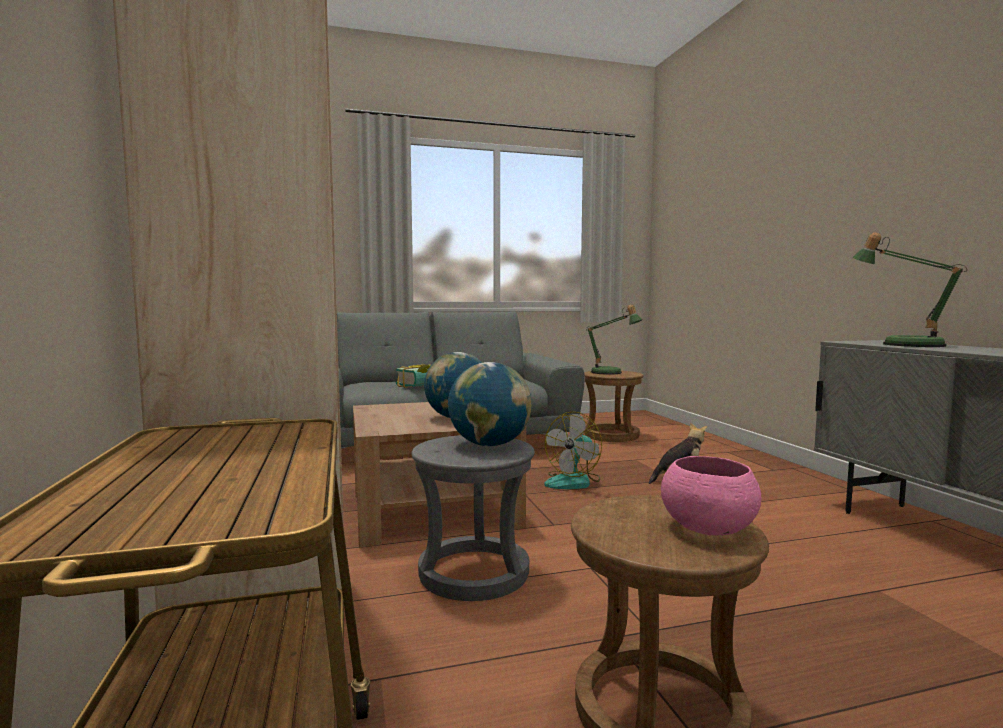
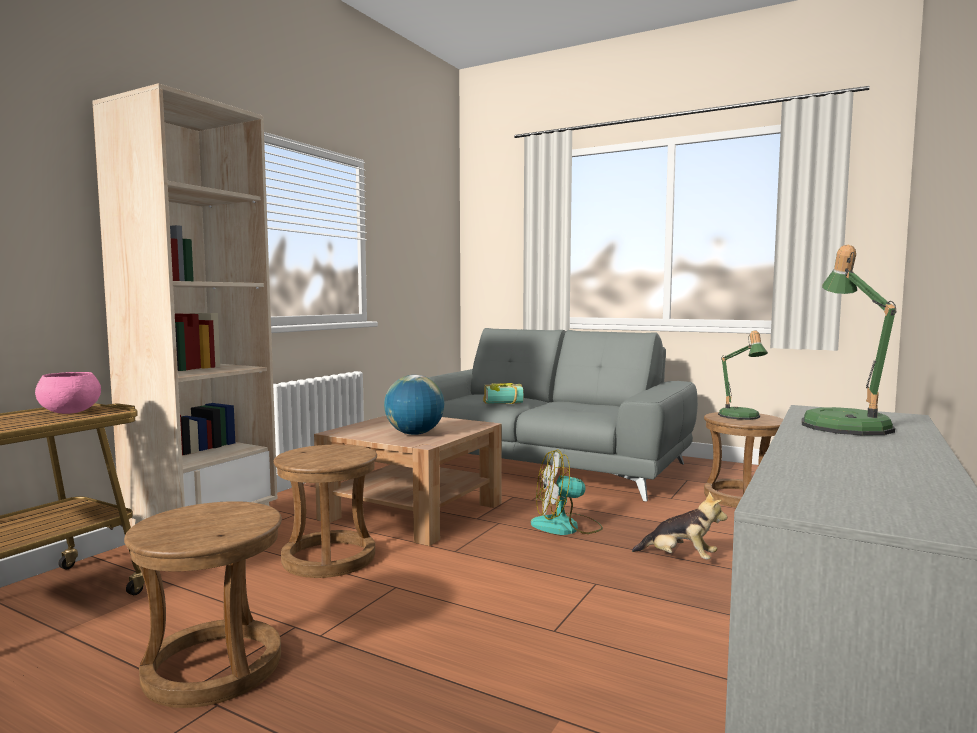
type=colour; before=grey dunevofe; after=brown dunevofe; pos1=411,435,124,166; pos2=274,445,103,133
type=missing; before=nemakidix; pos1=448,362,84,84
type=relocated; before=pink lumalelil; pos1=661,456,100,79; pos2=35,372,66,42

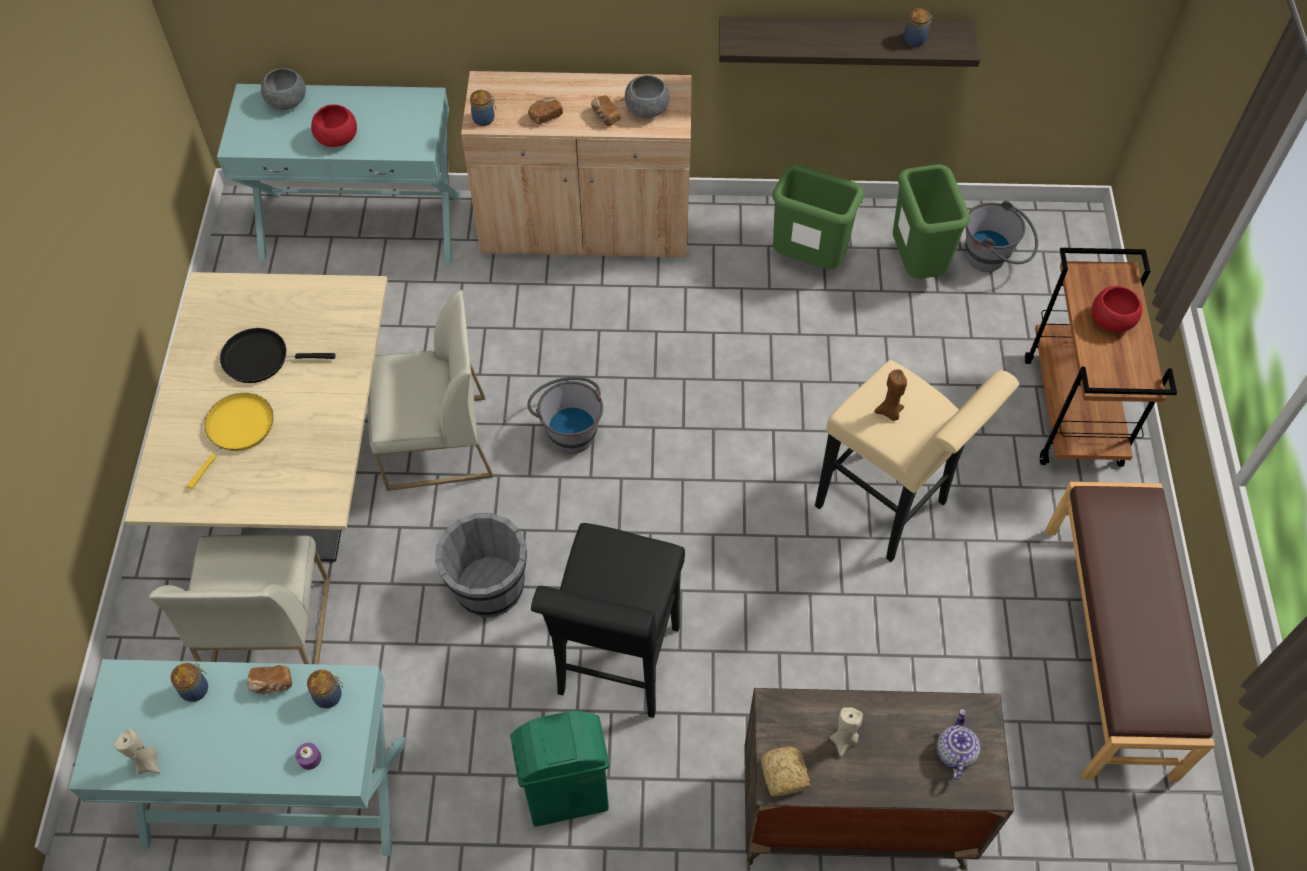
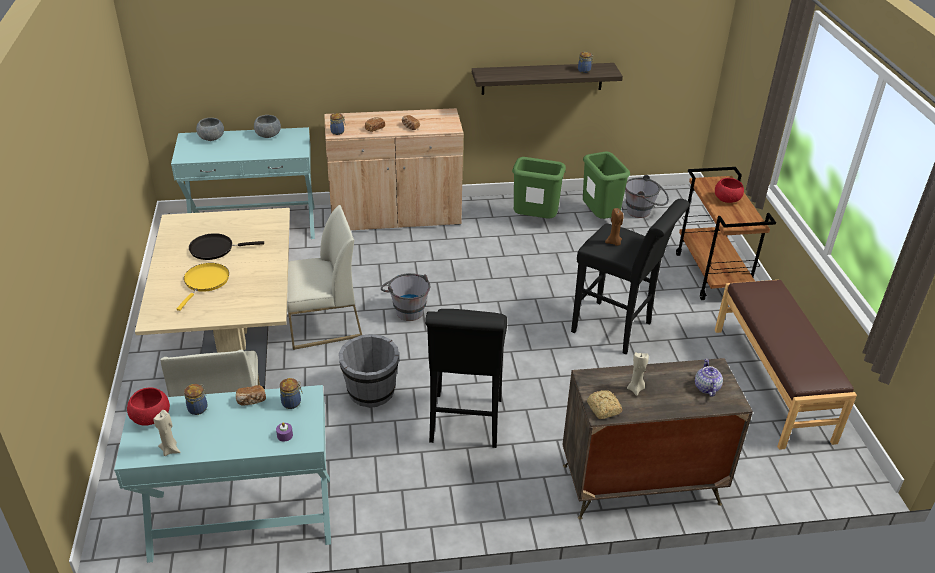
type=relocated; before=red lumalelil; pos1=311,104,46,43; pos2=127,387,43,39
type=missing; before=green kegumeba; pos1=510,711,100,115
type=relocated; before=grey lumalelil; pos1=625,75,45,43; pos2=254,115,27,23
type=colour; before=beige dunevofe; after=black dunevofe; pos1=815,360,204,202; pos2=571,199,119,155

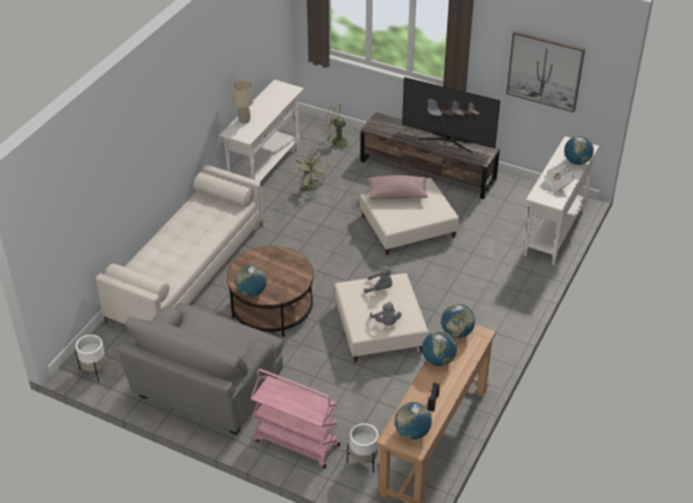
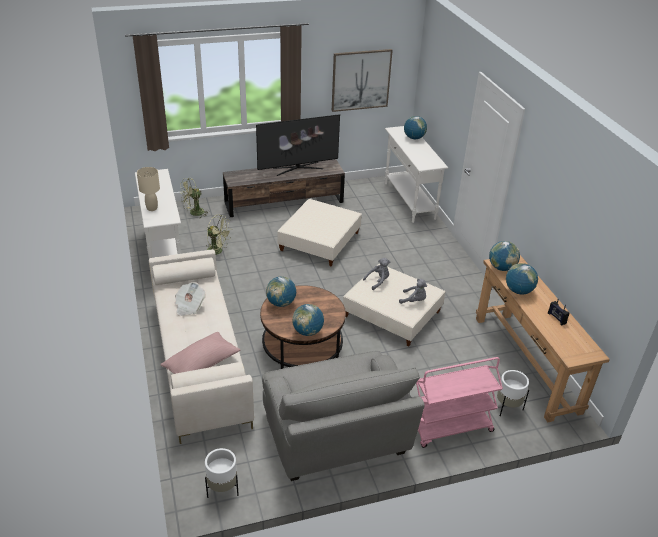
type=relocated; before=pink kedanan; pos1=367,175,61,24; pos2=161,332,79,42
type=relocated; before=nemakidix; pos1=395,402,37,38; pos2=266,276,30,31
type=relocated; before=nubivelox; pos1=540,164,34,30; pos2=175,282,31,34

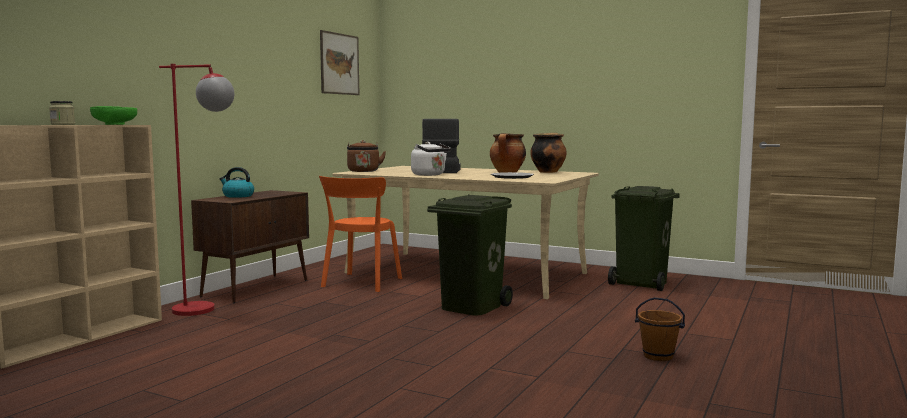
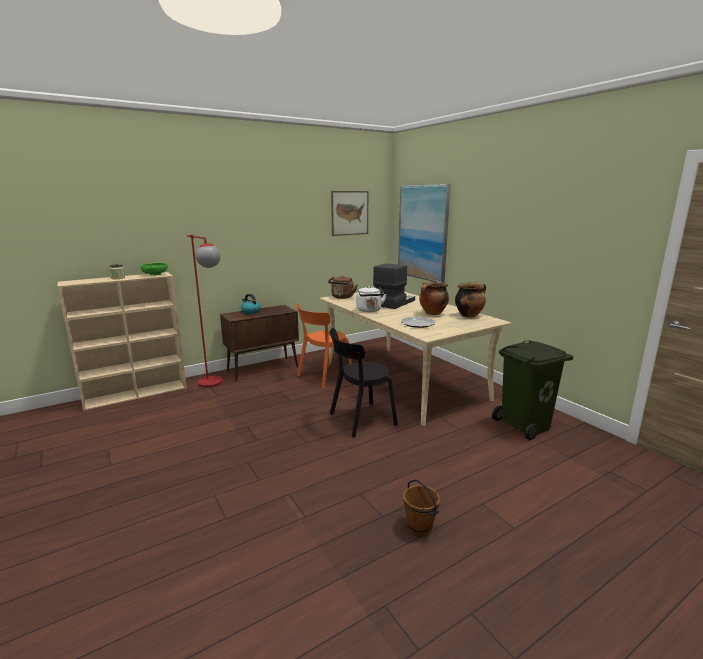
type=exchanged; before=green kegumeba; after=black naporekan; pos1=427,195,86,121; pos2=329,328,69,110
type=appeared; after=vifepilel; pos2=398,184,53,99

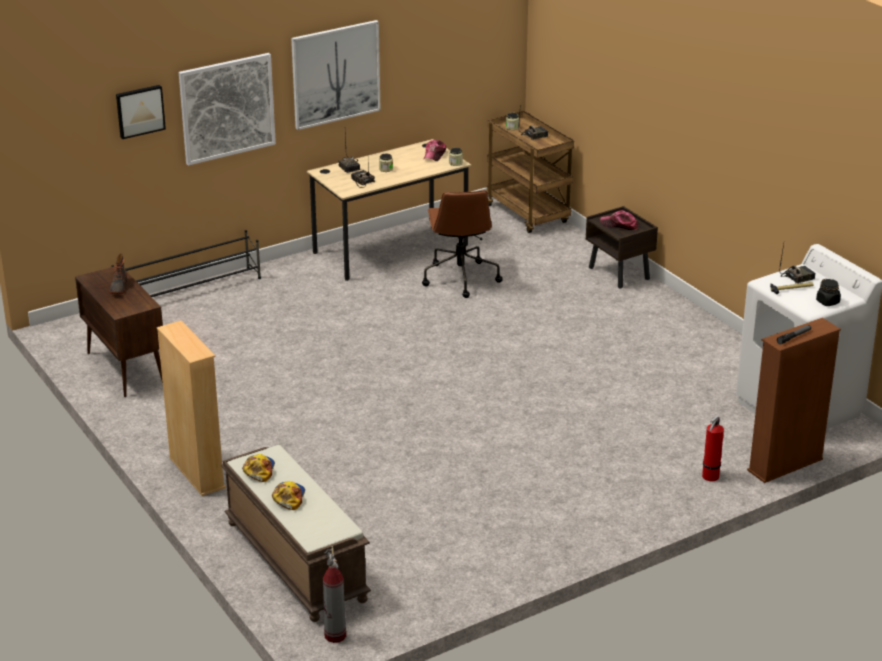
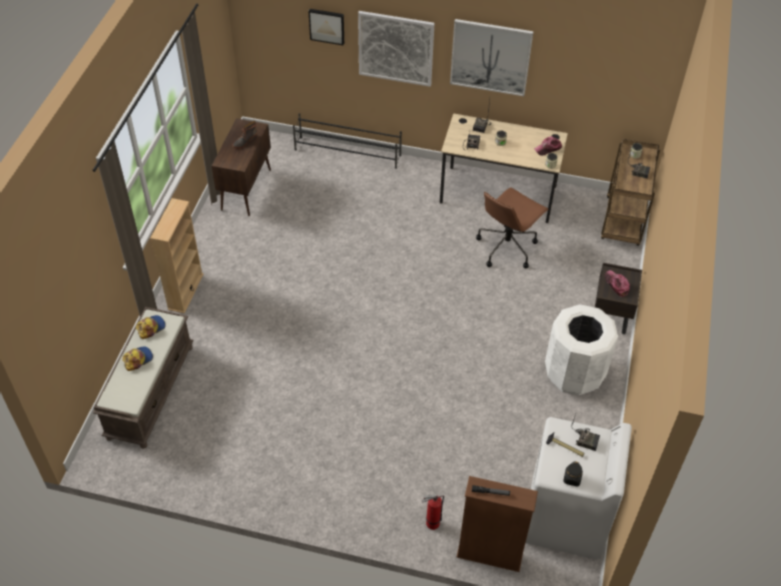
type=missing; before=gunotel; pos1=323,546,23,97
type=appeared; after=white kegumeba; pos2=545,304,73,92

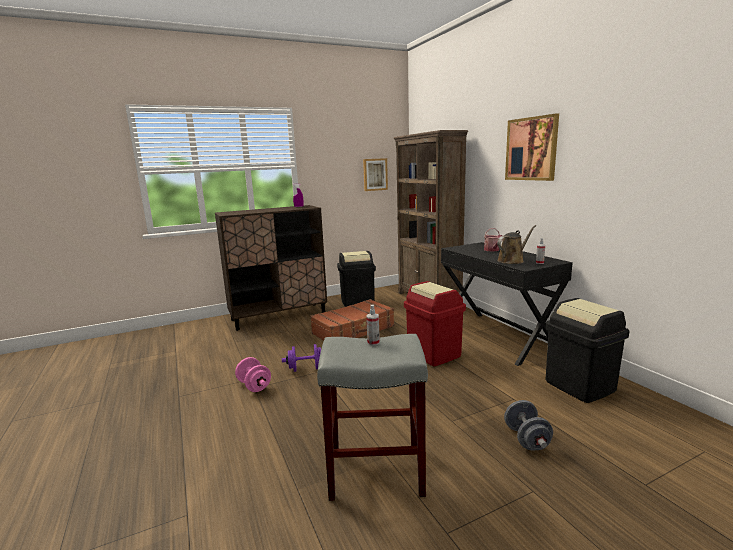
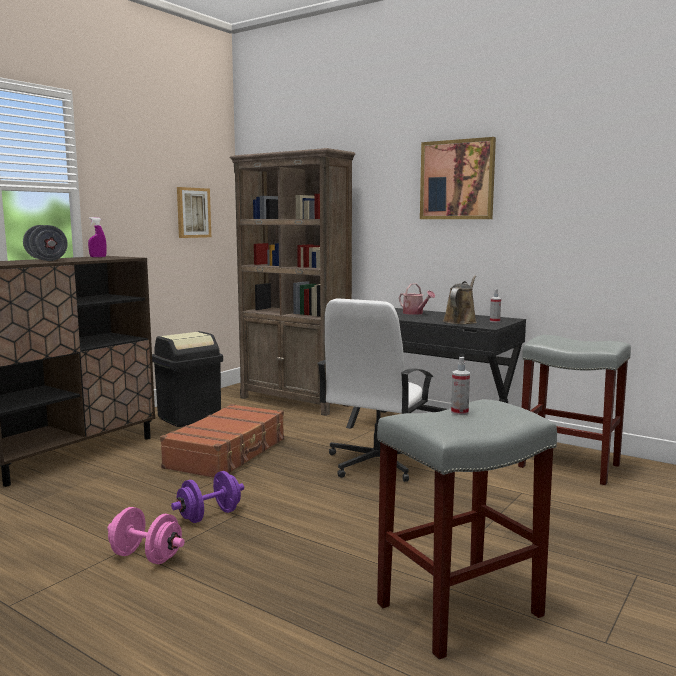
type=exchanged; before=red kegumeba; after=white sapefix; pos1=404,281,62,85; pos2=317,299,117,183
type=relocated; before=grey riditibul; pos1=504,400,49,50; pos2=23,225,45,36
type=exchanged; before=black kegumeba; after=grey dunevofe; pos1=546,298,84,105; pos2=518,335,113,150

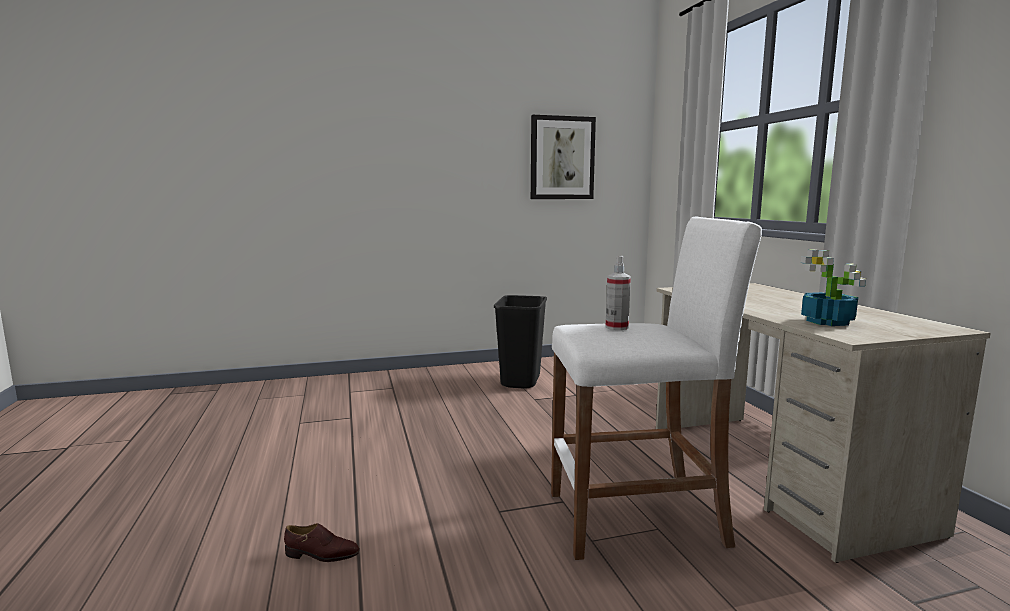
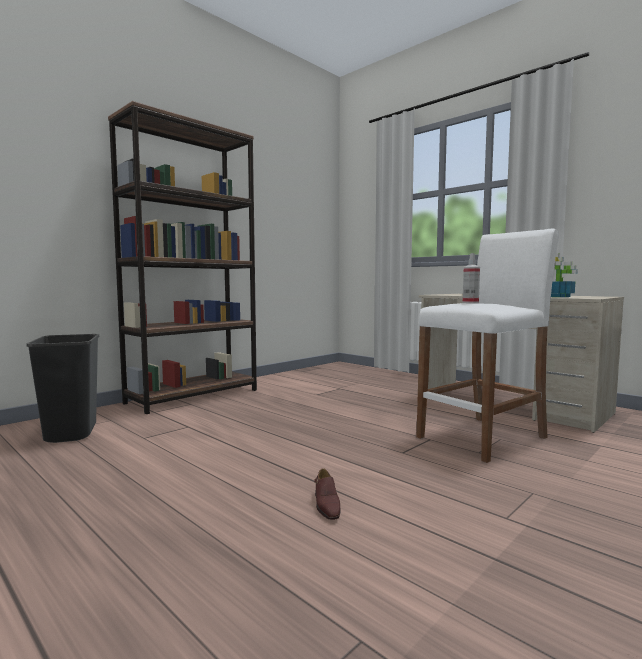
type=spun; before=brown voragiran; pos1=284,523,76,39; pos2=314,468,27,52; turn=105
type=relocated; before=black kegumeba; pos1=494,295,53,94; pos2=26,334,73,109
type=missing; before=vifepilel; pos1=531,115,65,84
type=appeared; after=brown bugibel; pos2=108,101,149,313

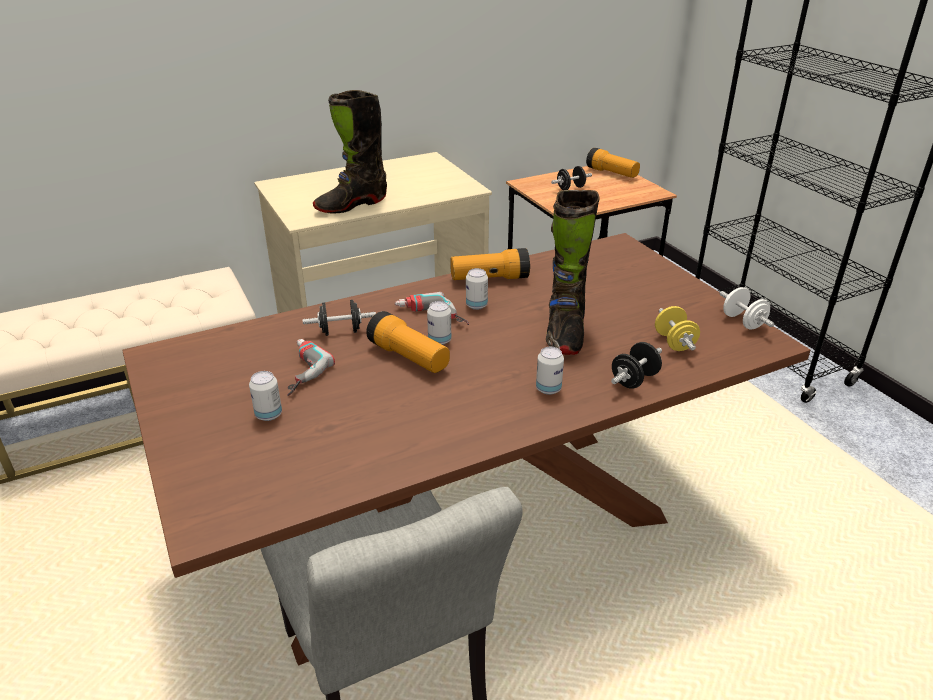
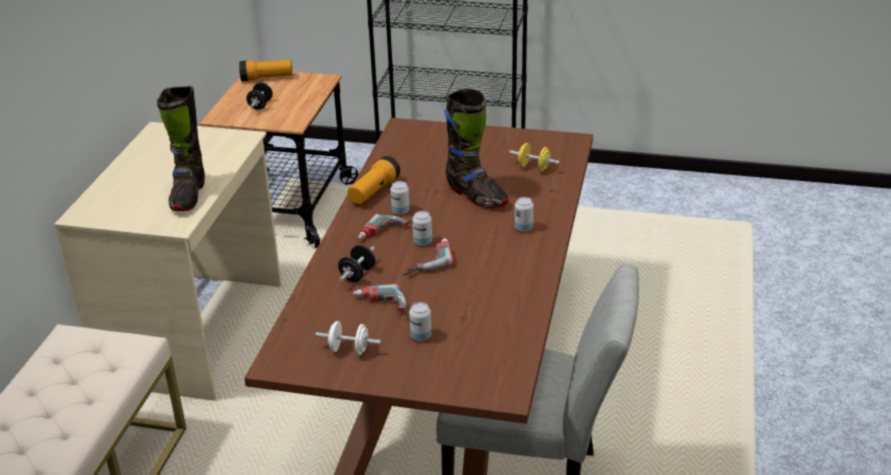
type=exchanged; before=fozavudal; after=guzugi; pos1=366,311,84,62; pos2=403,238,51,37
type=missing; before=black riditibul; pos1=611,342,51,47
type=relocated; before=white riditibul; pos1=720,287,54,43; pos2=315,321,66,34

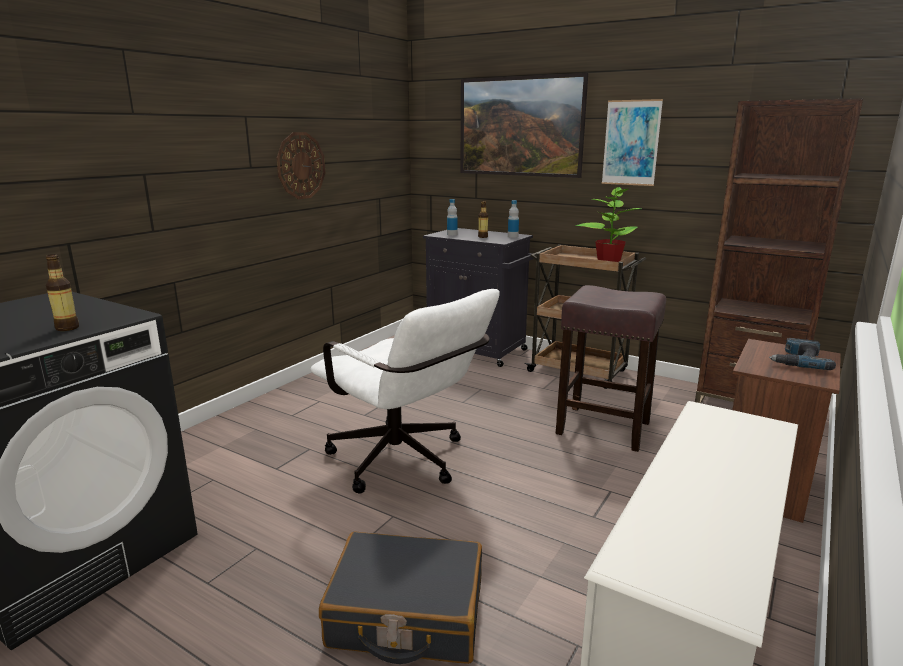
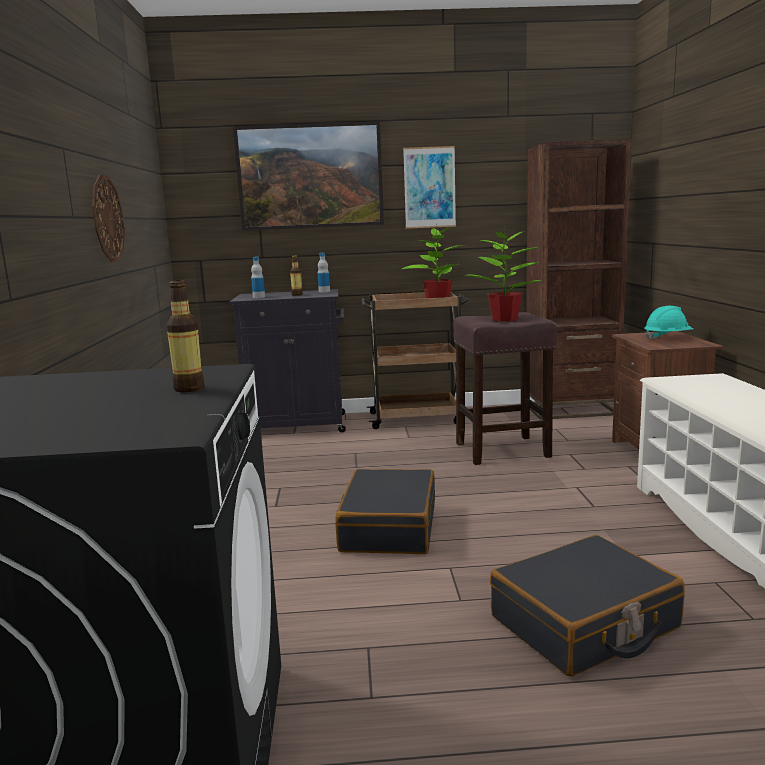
type=exchanged; before=white sapefix; after=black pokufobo; pos1=310,289,189,204; pos2=335,469,100,85
type=exchanged; before=guzugi; after=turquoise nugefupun; pos1=769,338,67,32; pos2=644,306,50,34
type=appeared; after=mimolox; pos2=464,228,76,94

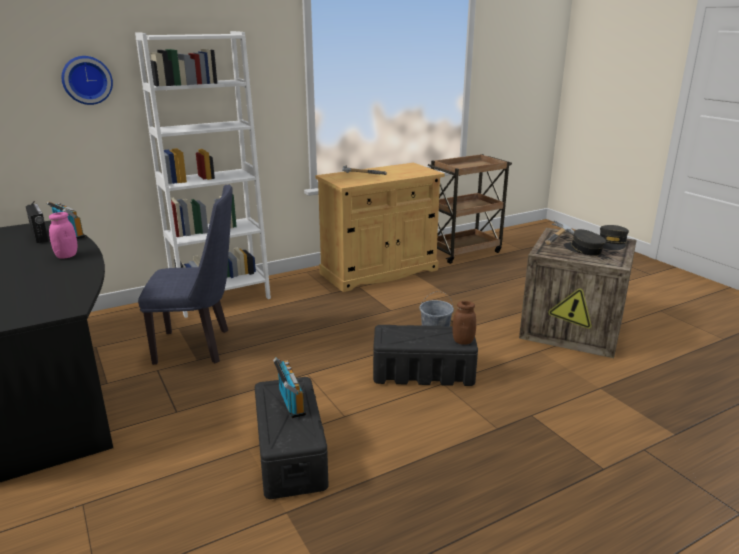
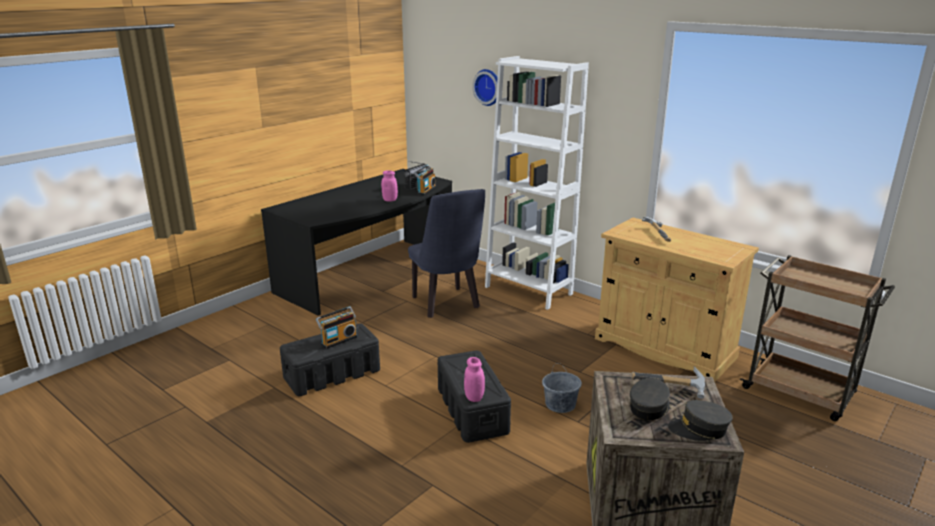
type=colour; before=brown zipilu; after=pink zipilu; pos1=453,301,23,44; pos2=464,357,21,45

